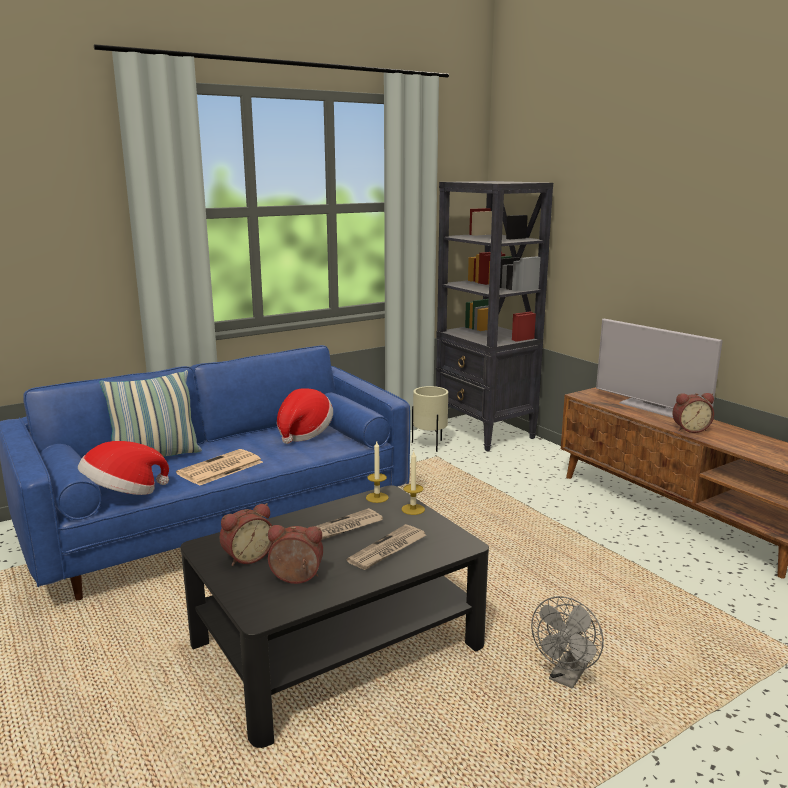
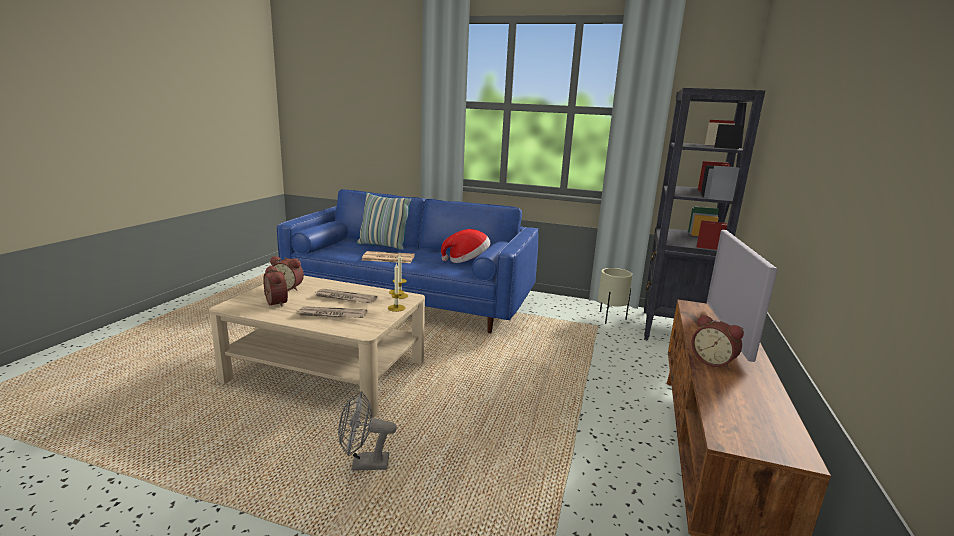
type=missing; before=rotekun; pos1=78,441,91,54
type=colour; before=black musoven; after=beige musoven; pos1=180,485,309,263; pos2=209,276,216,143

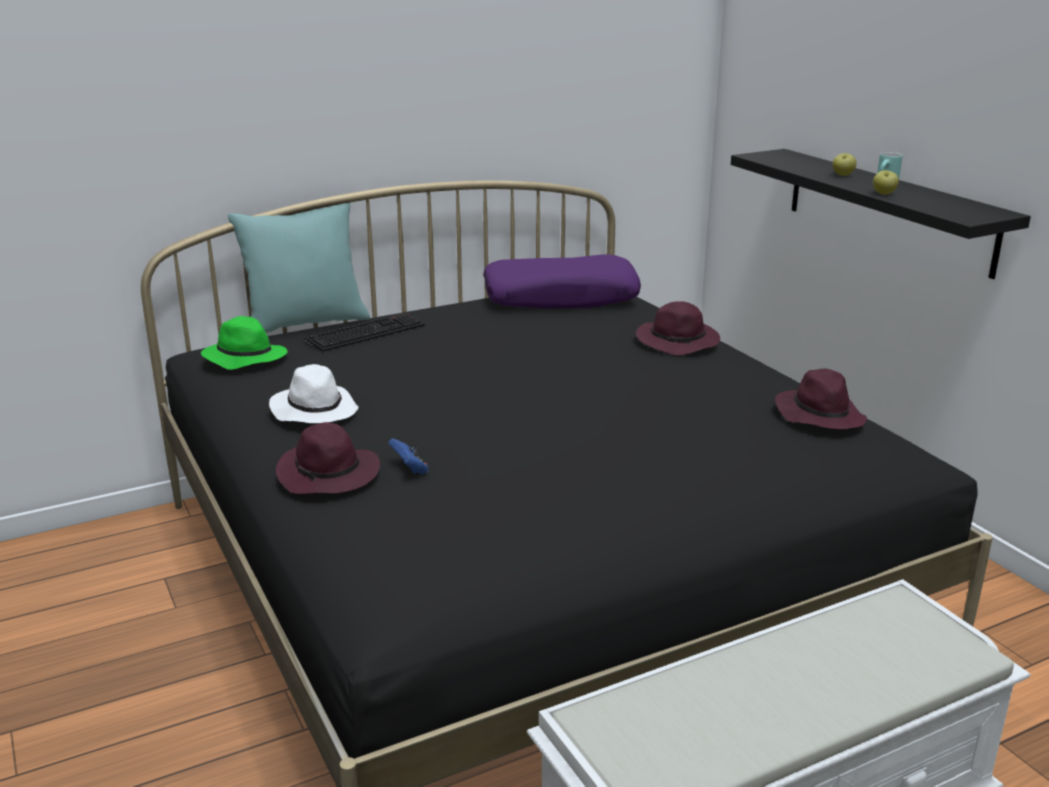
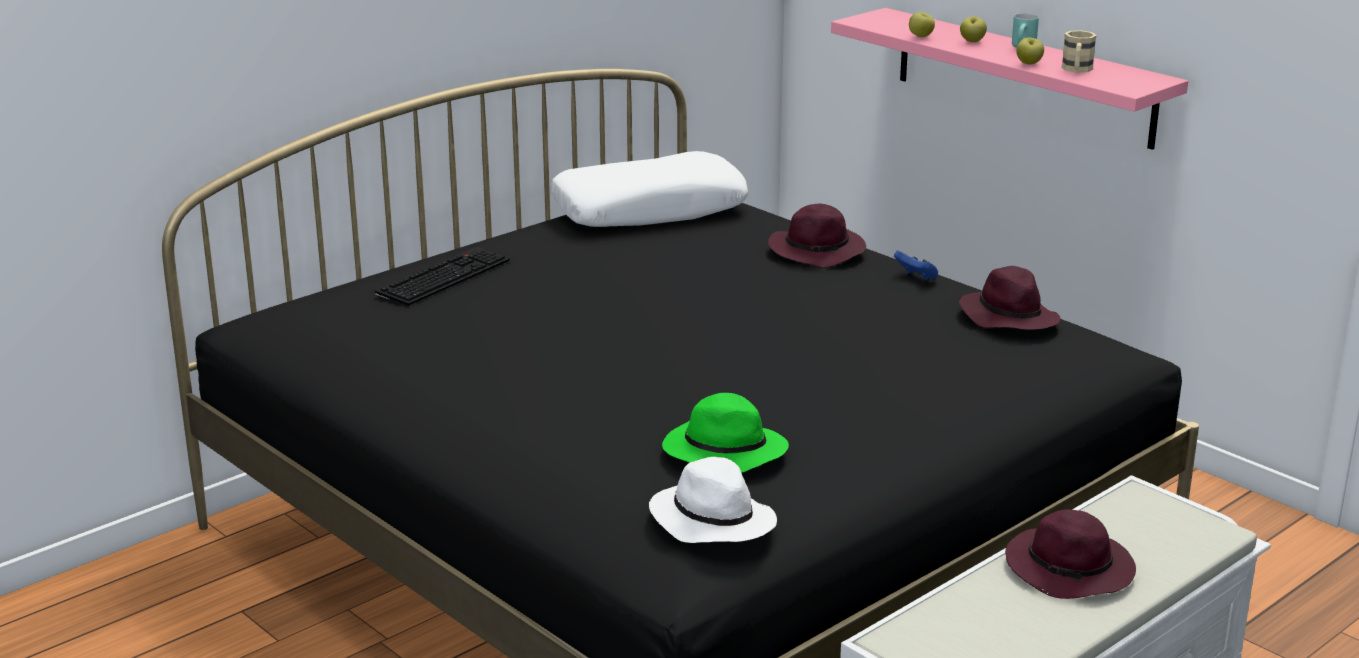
type=relocated; before=green rotekun; pos1=201,316,87,54; pos2=662,393,127,80
type=missing; before=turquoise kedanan; pos1=228,203,142,130
type=relocated; before=white rotekun; pos1=269,364,89,60; pos2=649,457,128,86
type=relocated; before=purple rotekun; pos1=276,422,104,72; pos2=1005,509,131,90
type=relocated; before=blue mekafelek; pos1=389,438,40,37; pos2=894,250,44,31
type=colour; before=purple kedanan; after=white kedanan; pos1=483,254,158,54; pos2=551,151,198,76
type=colour; before=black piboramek; after=pink piboramek; pos1=731,149,300,130; pos2=831,8,357,142
type=appeared; after=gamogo; pos2=909,12,26,25
type=appeared; after=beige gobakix; pos2=1061,30,36,43

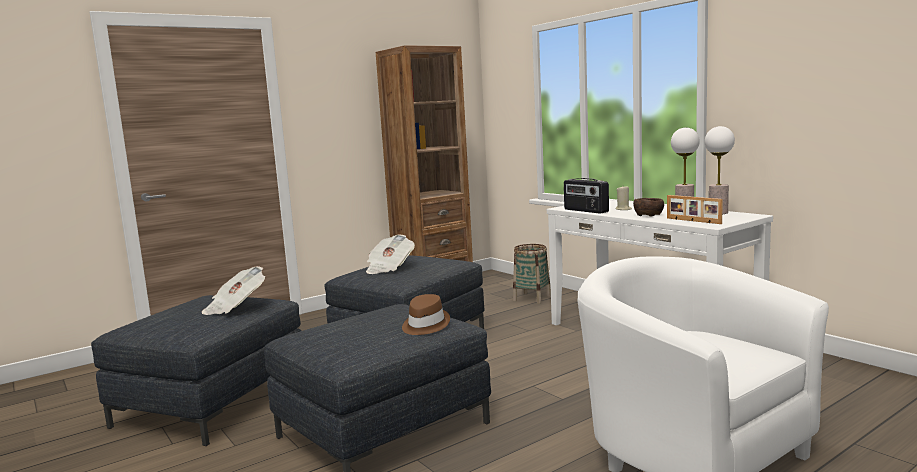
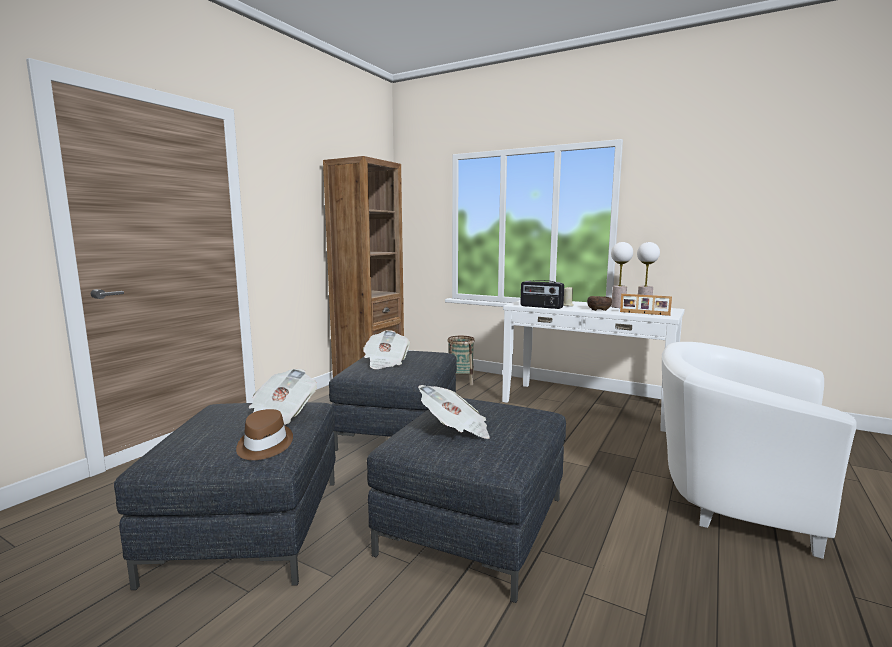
type=relocated; before=brown rotekun; pos1=402,294,48,41; pos2=236,409,57,51
type=appeared; after=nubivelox; pos2=418,385,72,54

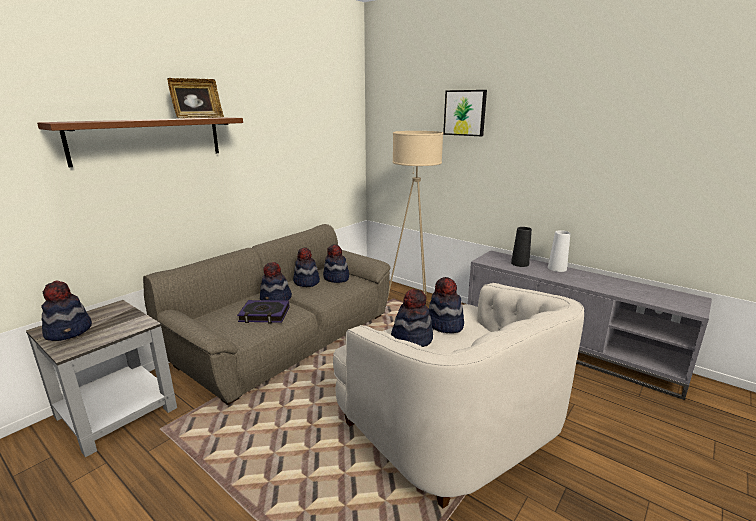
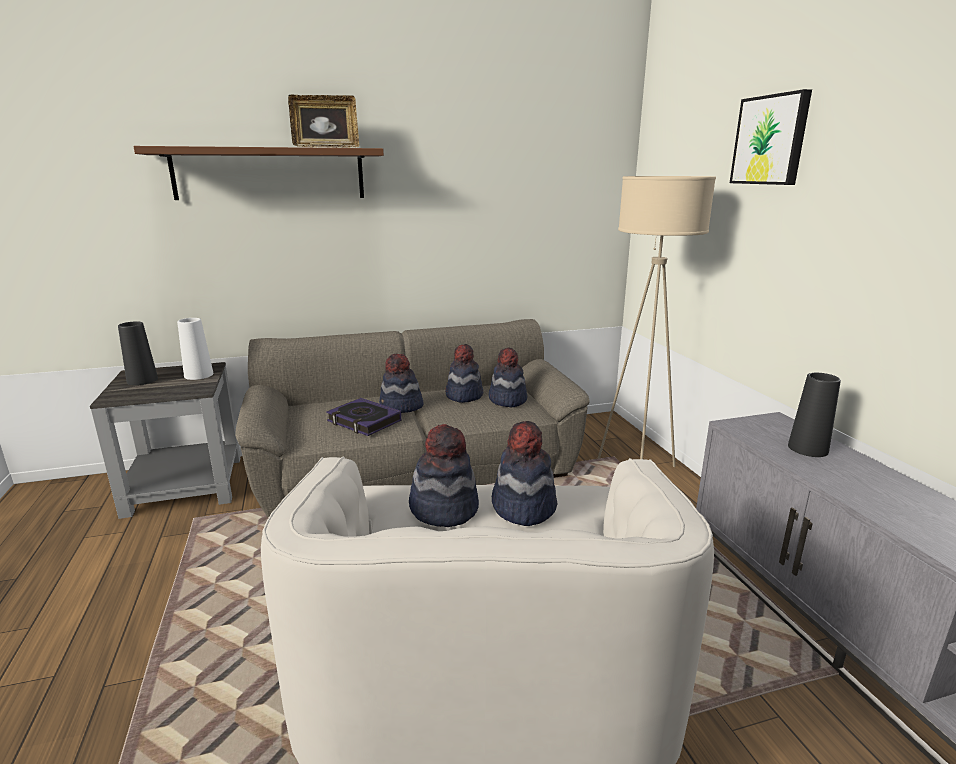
type=exchanged; before=rotekun; after=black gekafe; pos1=41,280,51,61; pos2=118,321,40,64
type=relocated; before=white gekafe; pos1=548,230,22,42; pos2=177,318,36,62

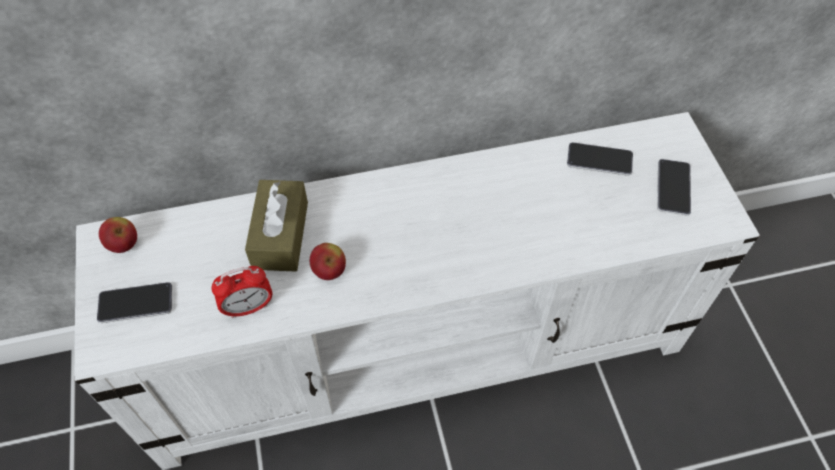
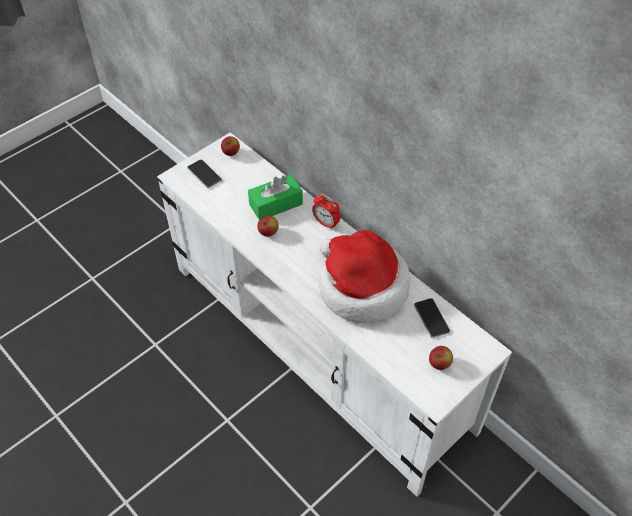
type=relocated; before=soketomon; pos1=211,266,61,52; pos2=312,194,28,36
type=colour; before=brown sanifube; after=green sanifube; pos1=245,180,63,92; pos2=248,174,55,46
type=exchanged; before=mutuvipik; after=gamogo; pos1=657,159,34,56; pos2=429,346,24,24
type=appeared; after=rotekun; pos2=319,230,91,93

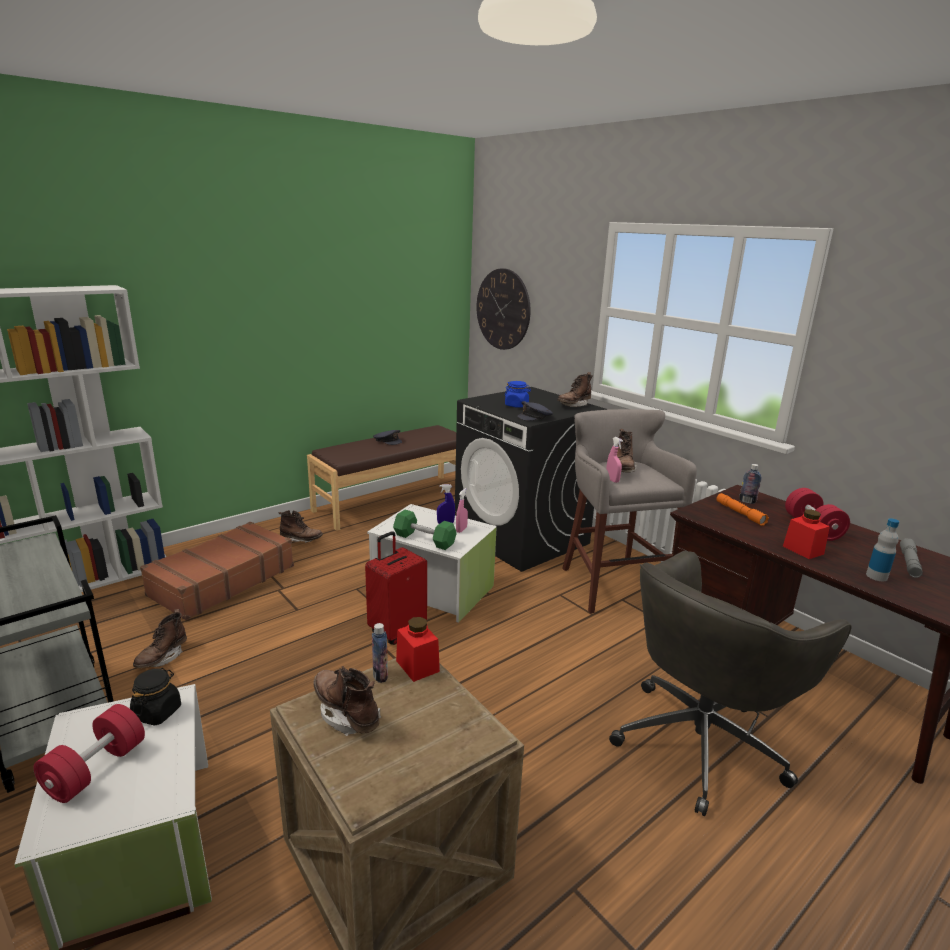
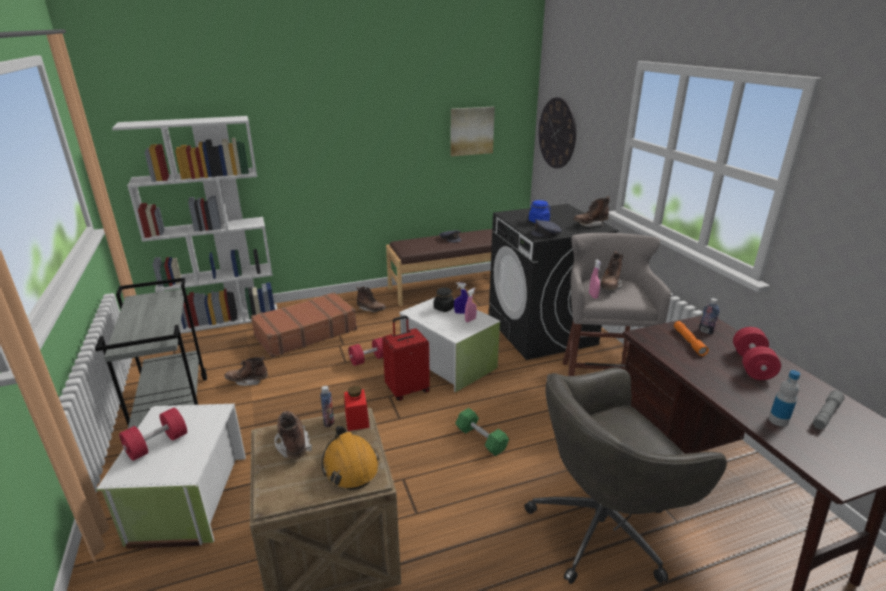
type=relocated; before=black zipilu; pos1=130,668,51,58; pos2=434,287,20,25
type=spun; before=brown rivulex; pos1=133,609,54,59; pos2=224,356,44,30; turn=45
type=relocated; before=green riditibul; pos1=393,510,64,40; pos2=455,408,54,48
type=missing; before=red zipilu; pos1=783,510,47,49
type=appeared; after=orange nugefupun; pos2=322,425,57,65
type=appeared; after=red riditibul; pos2=348,337,35,29
type=appeared; after=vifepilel; pos2=450,107,45,49

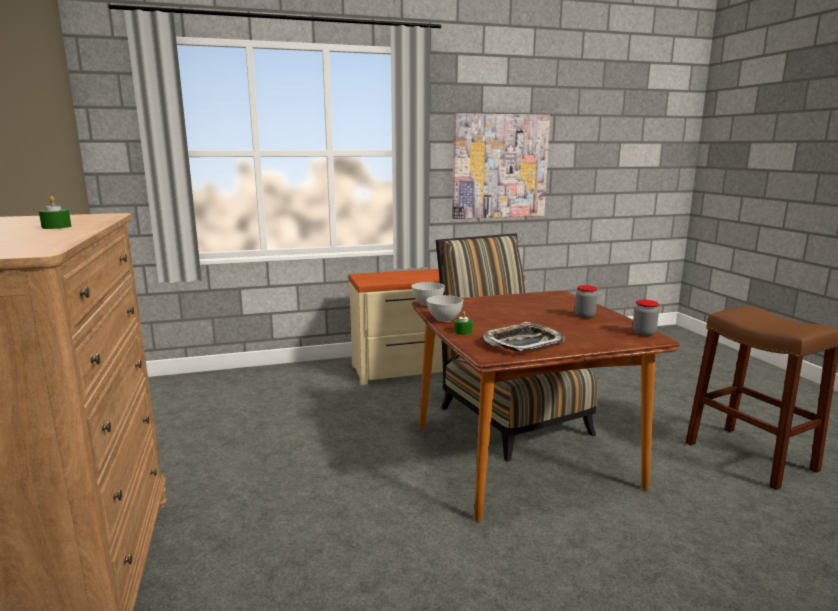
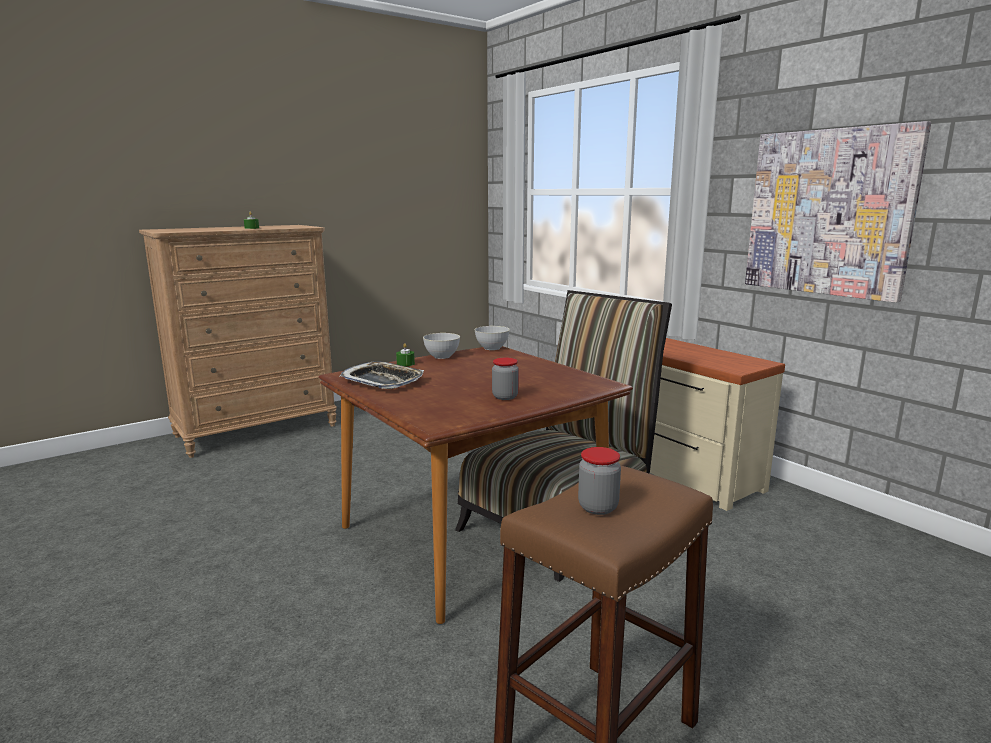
type=relocated; before=zipilu; pos1=633,300,26,36; pos2=578,447,43,68

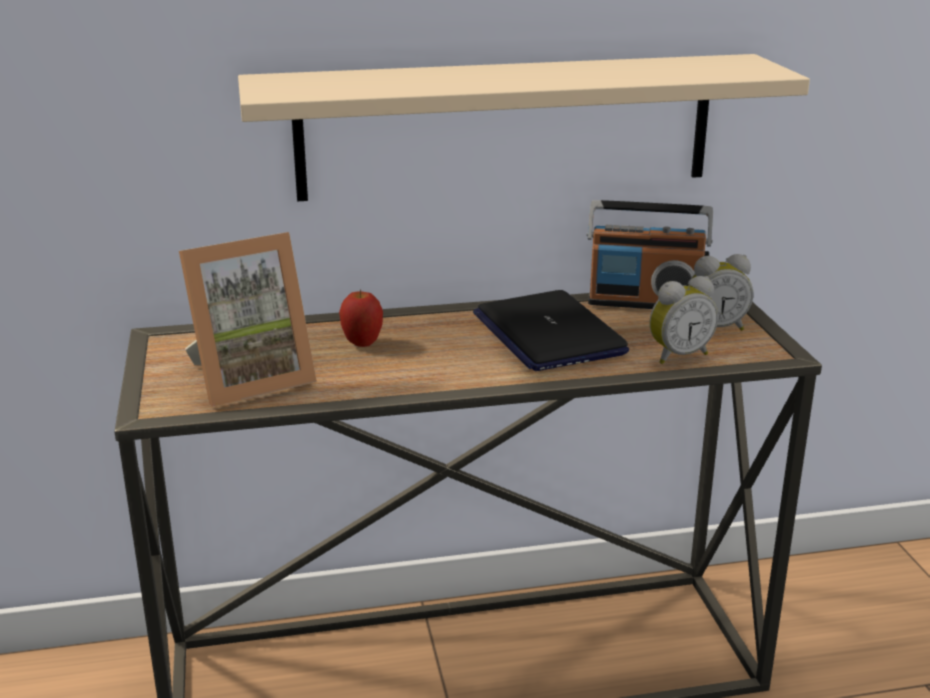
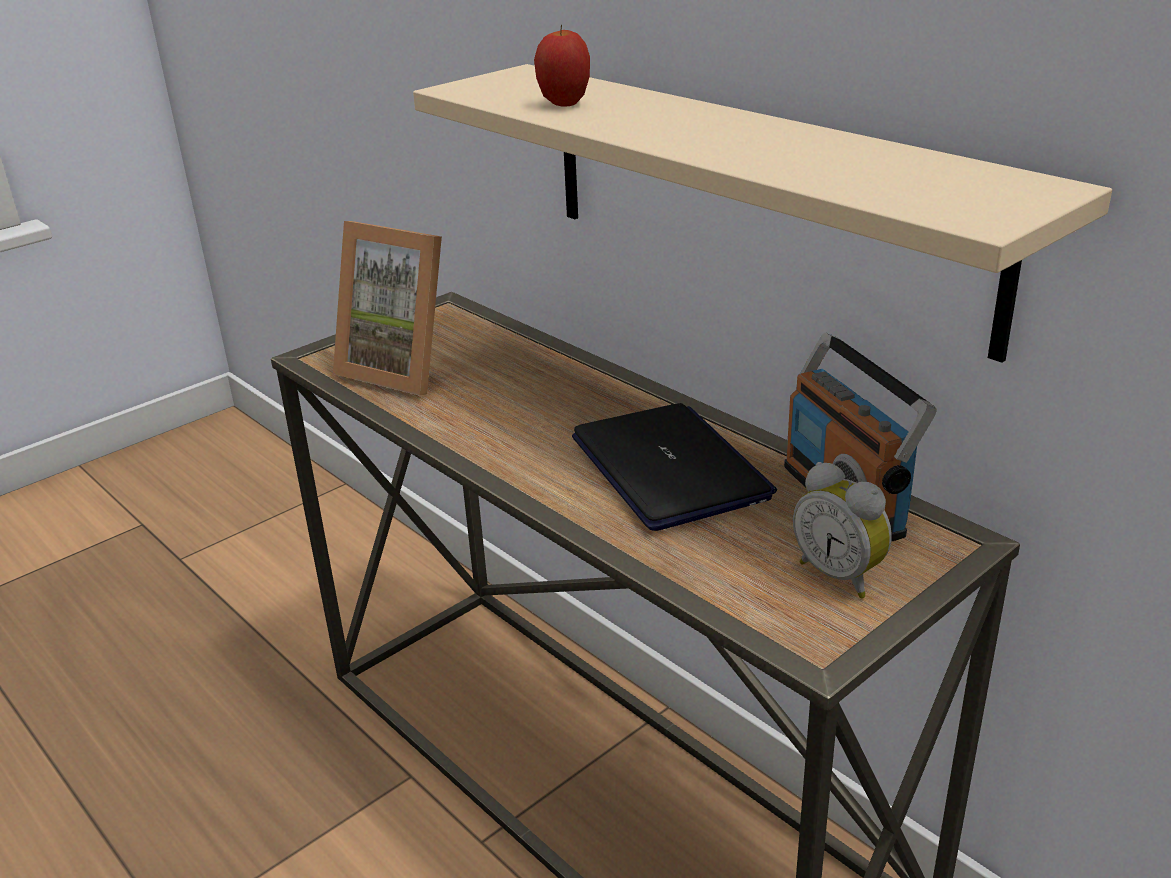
type=relocated; before=gamogo; pos1=339,289,44,58; pos2=534,25,56,82
type=spun; before=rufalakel; pos1=473,290,156,81; pos2=572,403,205,128; turn=120
type=missing; before=soketomon; pos1=649,276,69,88

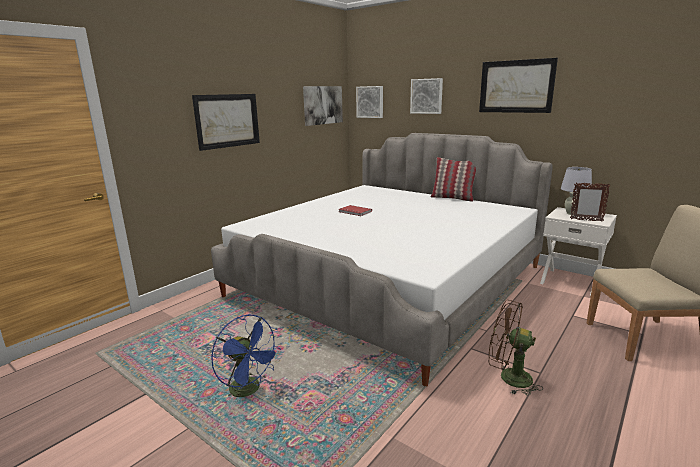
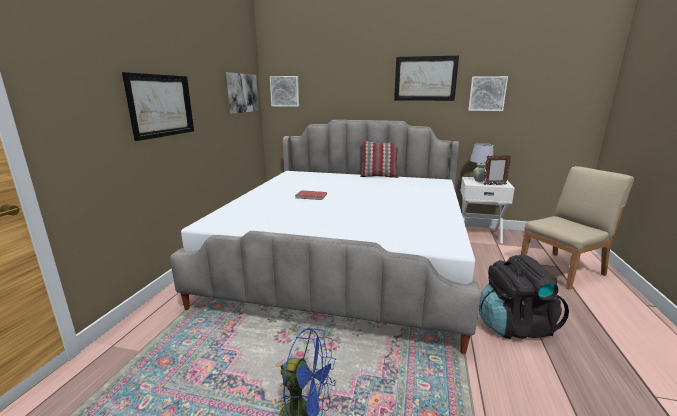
type=relocated; before=vifepilel; pos1=410,78,33,36; pos2=468,76,40,35
type=exchanged; before=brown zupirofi; after=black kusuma; pos1=489,300,54,96; pos2=479,254,90,85

